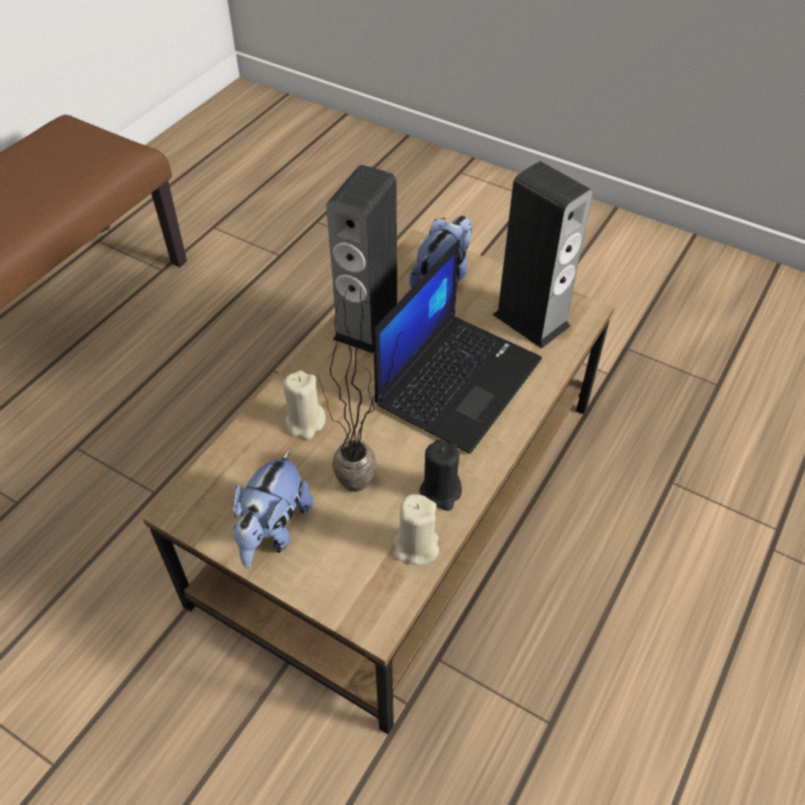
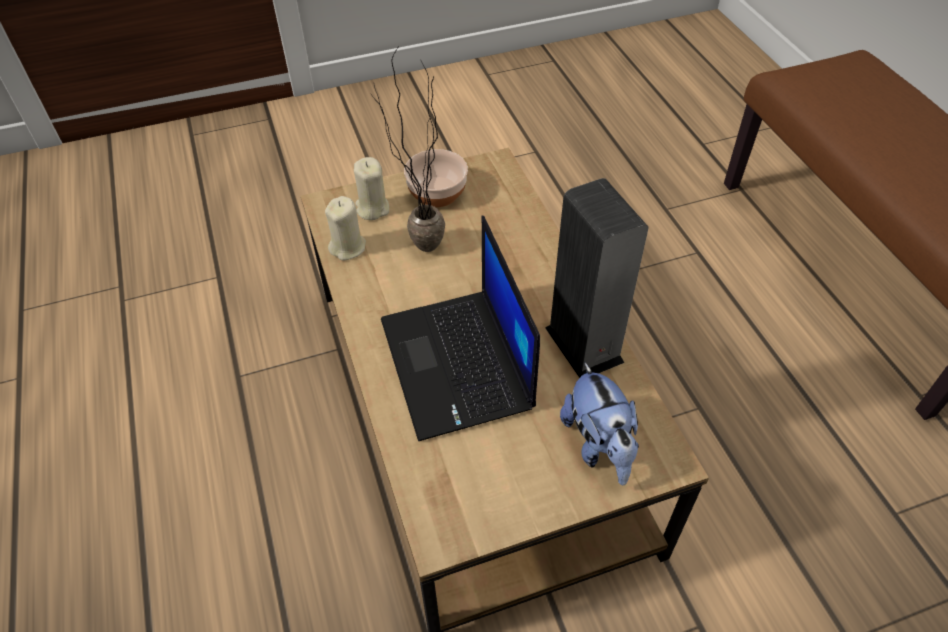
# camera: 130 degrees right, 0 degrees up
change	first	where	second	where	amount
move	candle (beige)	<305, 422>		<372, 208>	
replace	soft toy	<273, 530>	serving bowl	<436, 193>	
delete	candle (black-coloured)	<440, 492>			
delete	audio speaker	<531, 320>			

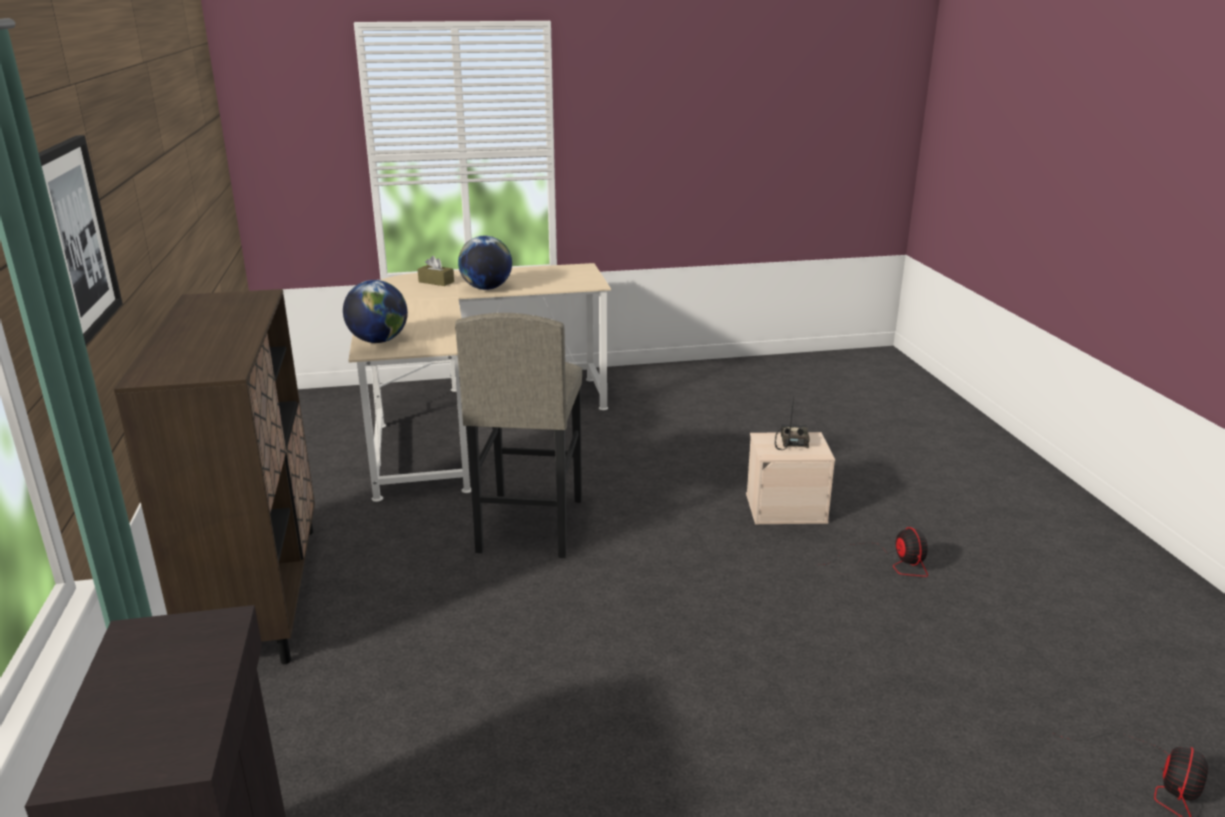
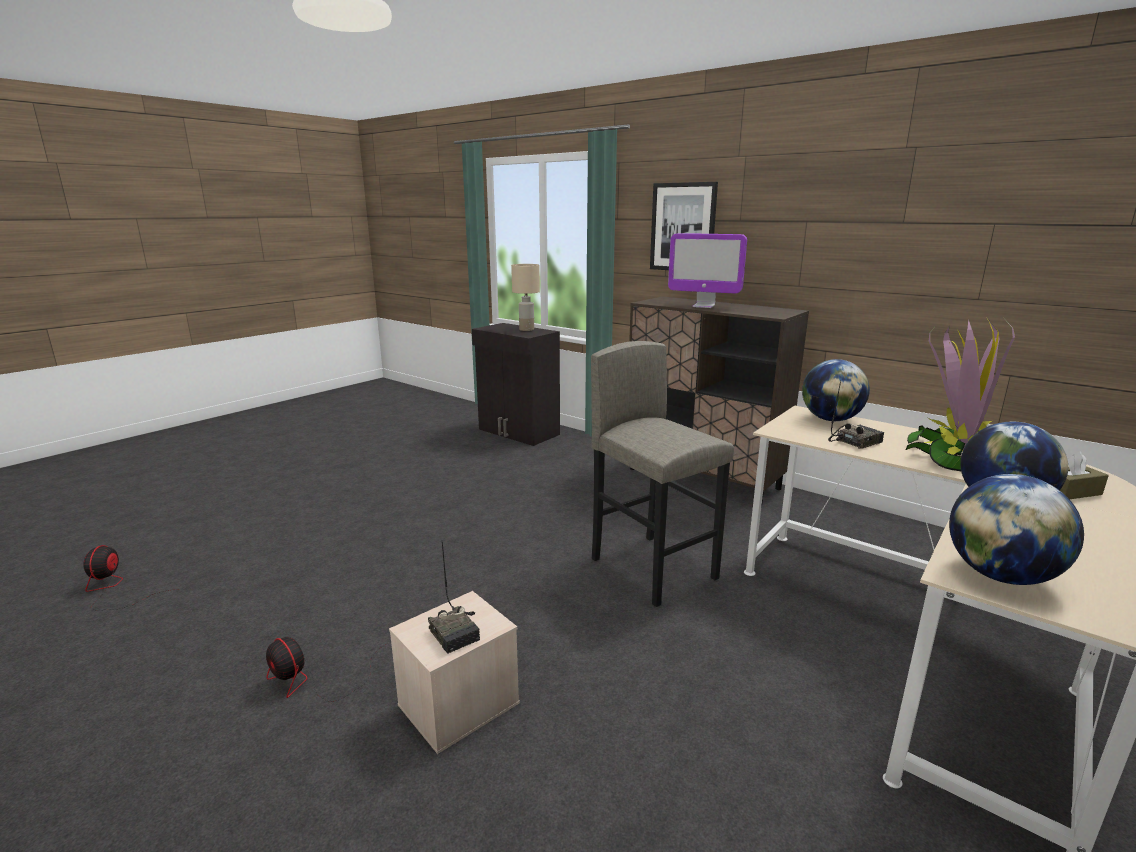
# camera: 140 degrees right, 5 degrees down
change	first	where	second	where	amount
insert			table lamp (beige)	<526, 329>	
insert			computer display	<703, 306>	
insert			radio	<854, 441>	
insert			plant in a pot	<958, 456>	
insert			world globe	<1000, 575>	

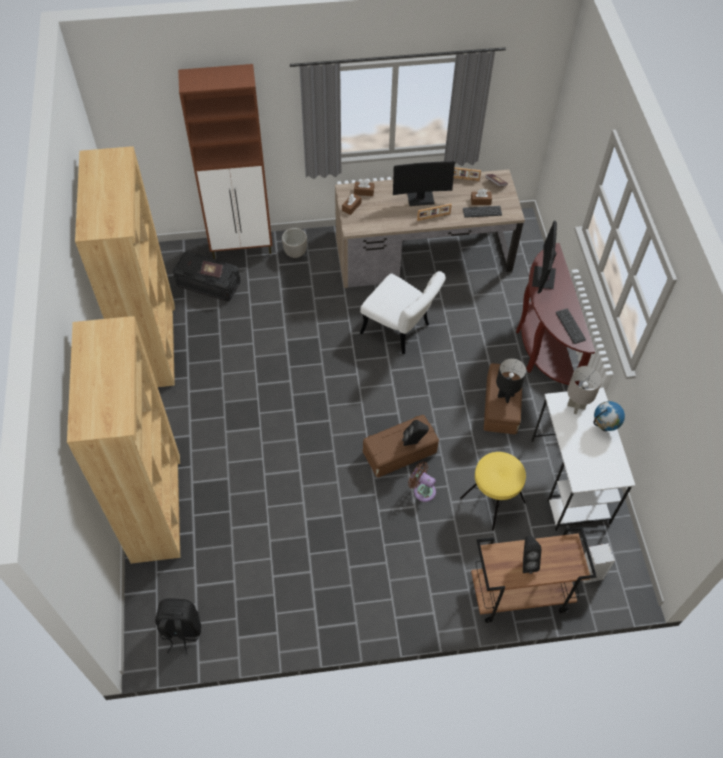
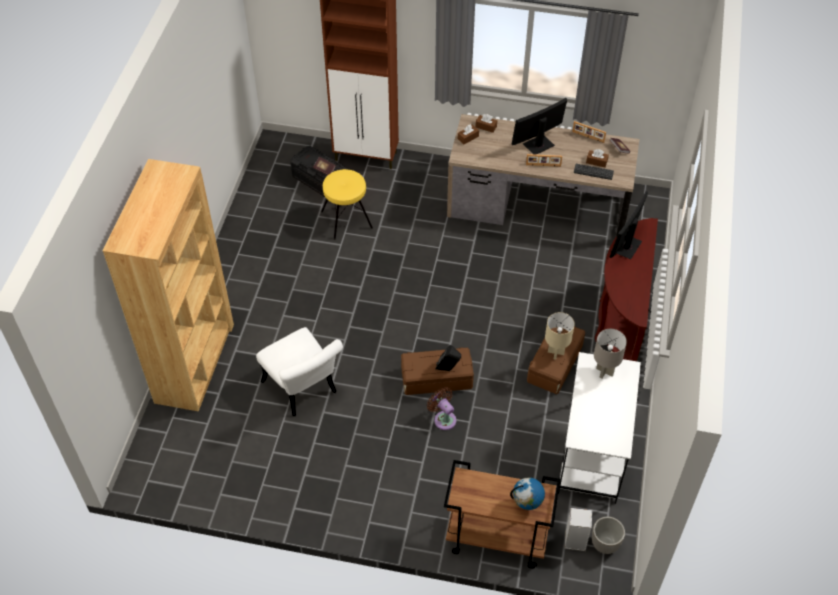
# camera: 20 degrees right, 5 degrees down
change	first	where	second	where	amount
move	plain chair (whitish)	<400, 331>		<303, 390>	
move	stool seat (yellow)	<492, 500>		<346, 219>	
move	world globe	<604, 427>		<526, 505>	
rotate	computer display	<420, 198>		<538, 145>	135 degrees clockwise
recolor	table lamp (black-coloured)	<506, 395>	table lamp (beige)	<556, 352>	
move	planter	<295, 253>		<604, 544>	
delete	bookshelf (brownish)	<153, 345>			
delete	knapsack (black-coloured)	<180, 631>			
delete	audio speaker (black-coloured)	<526, 561>			
delete	keyboard	<570, 326>			

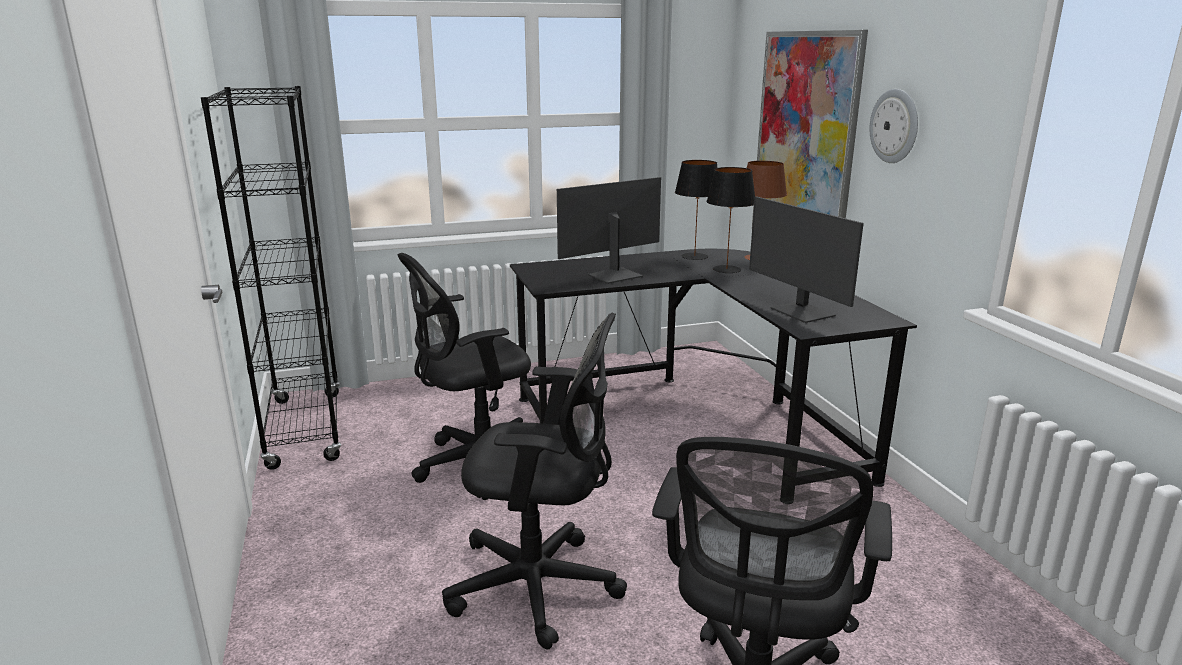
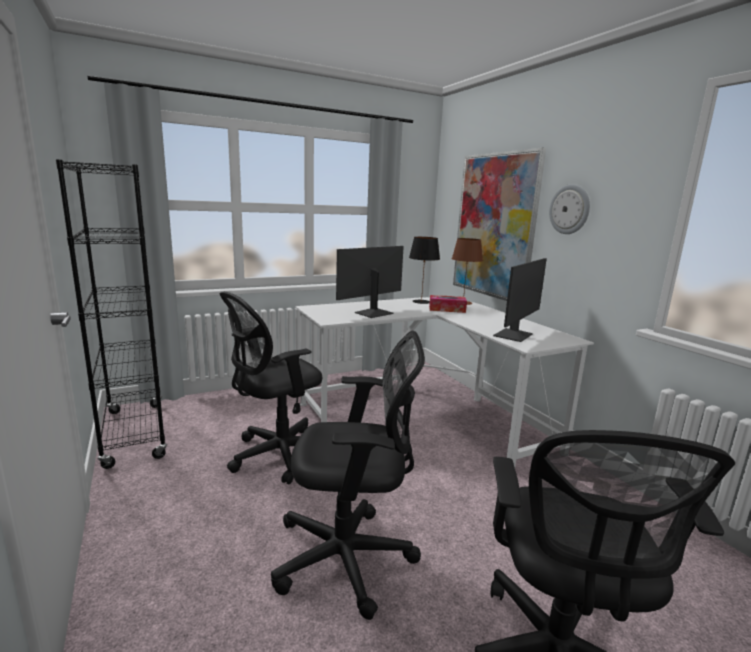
# camera: 10 degrees left, 5 degrees down
change	first	where	second	where	amount
recolor	desk (black-coloured)	<696, 419>	desk (whitish)	<428, 414>	
replace	table lamp (black-coloured)	<726, 269>	tissue holder	<447, 309>	
rotate	computer display	<801, 312>		<514, 335>	105 degrees counterclockwise

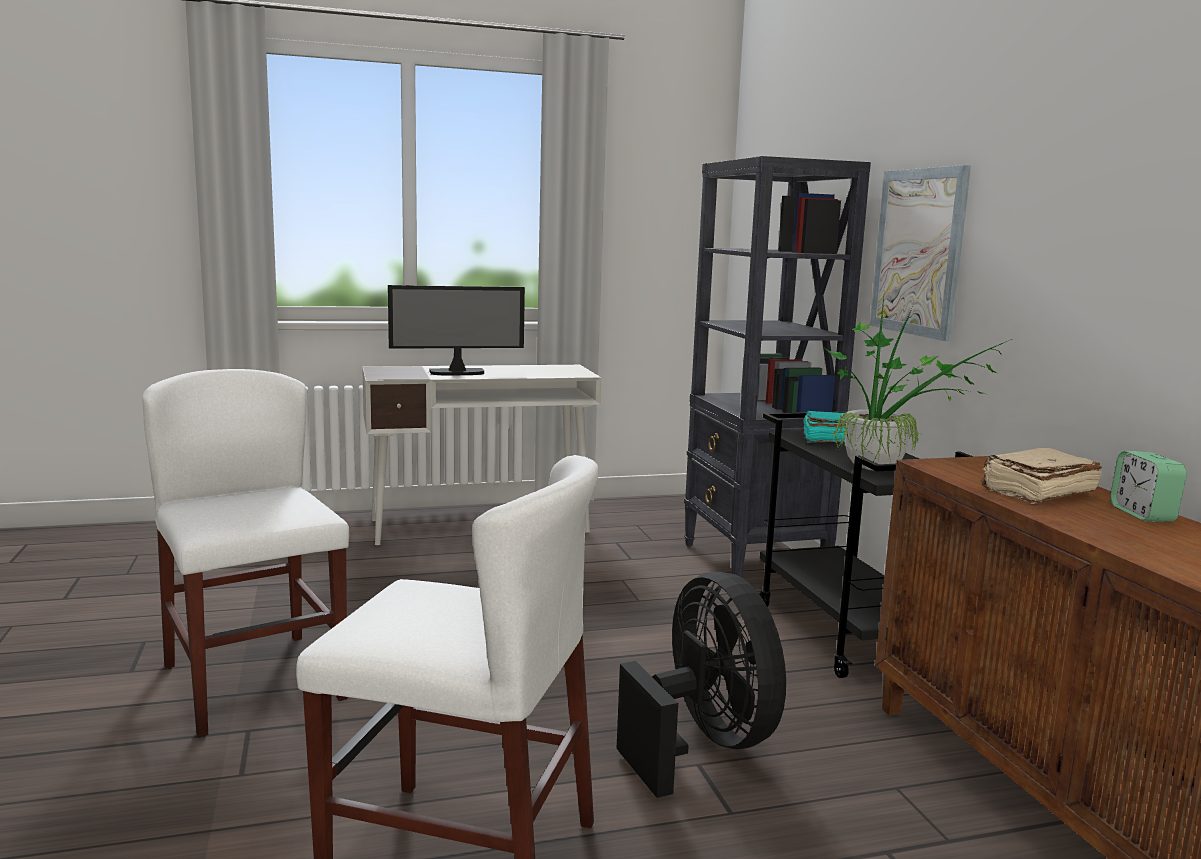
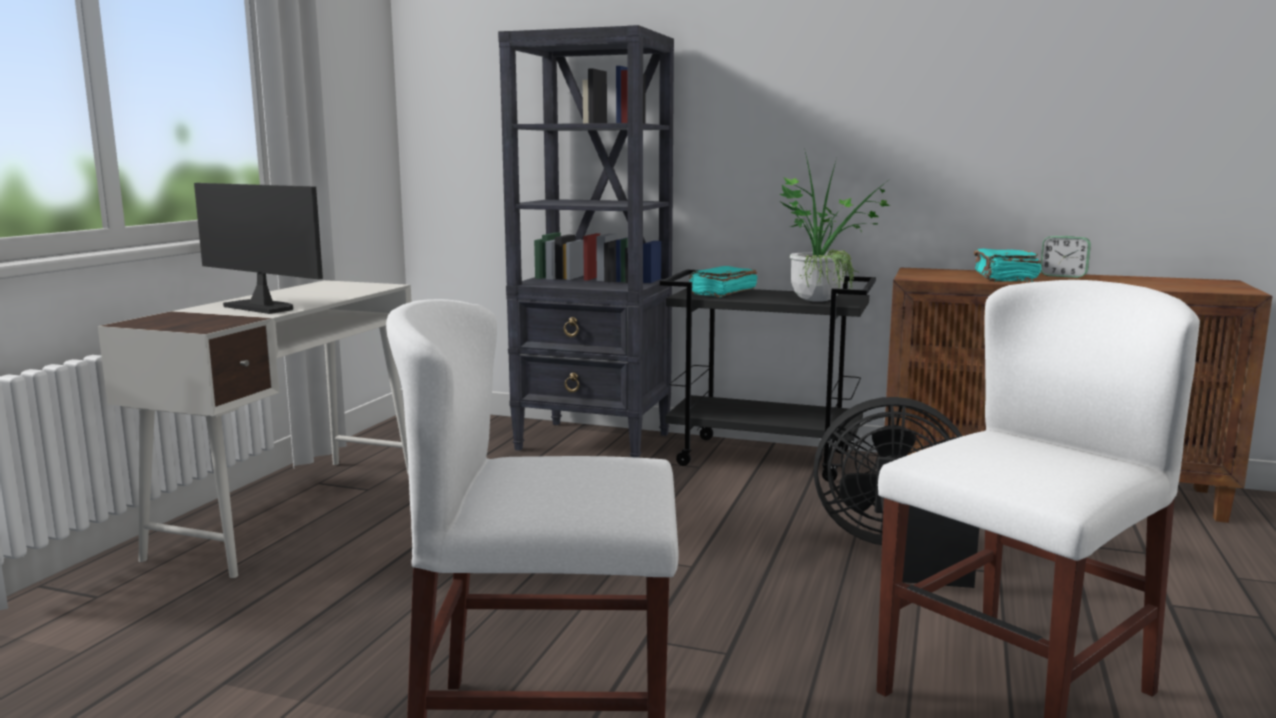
# camera: 55 degrees left, 0 degrees up
change	first	where	second	where	amount
rotate	computer display	<457, 373>		<262, 307>	75 degrees counterclockwise
recolor	book (beige)	<1036, 493>	book (turquoise-coloured)	<1004, 278>	
delete	wall art	<918, 252>			

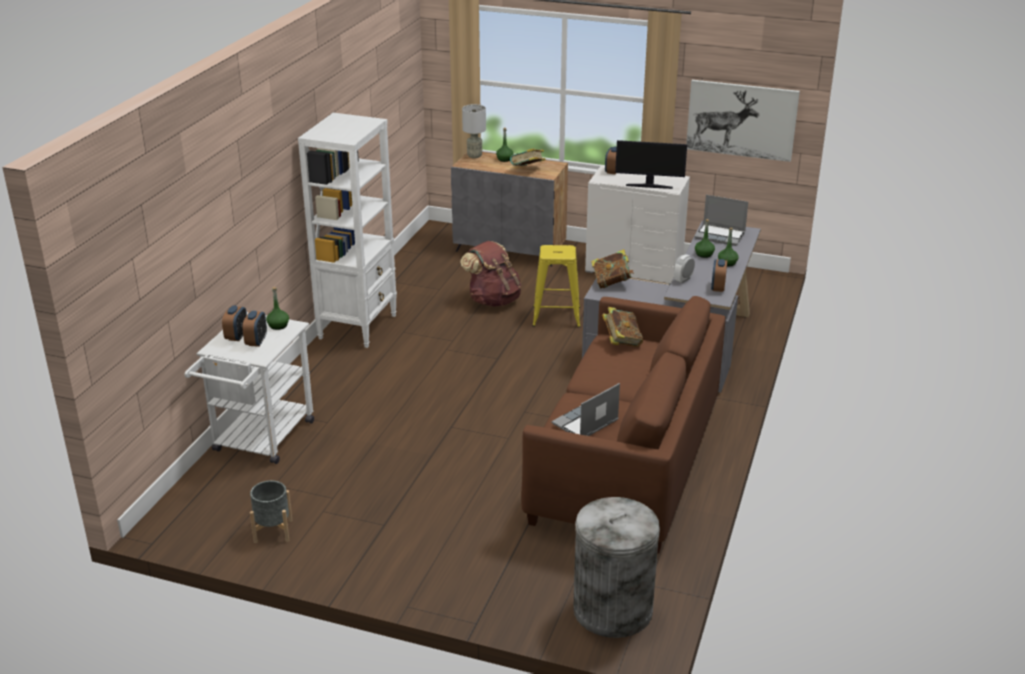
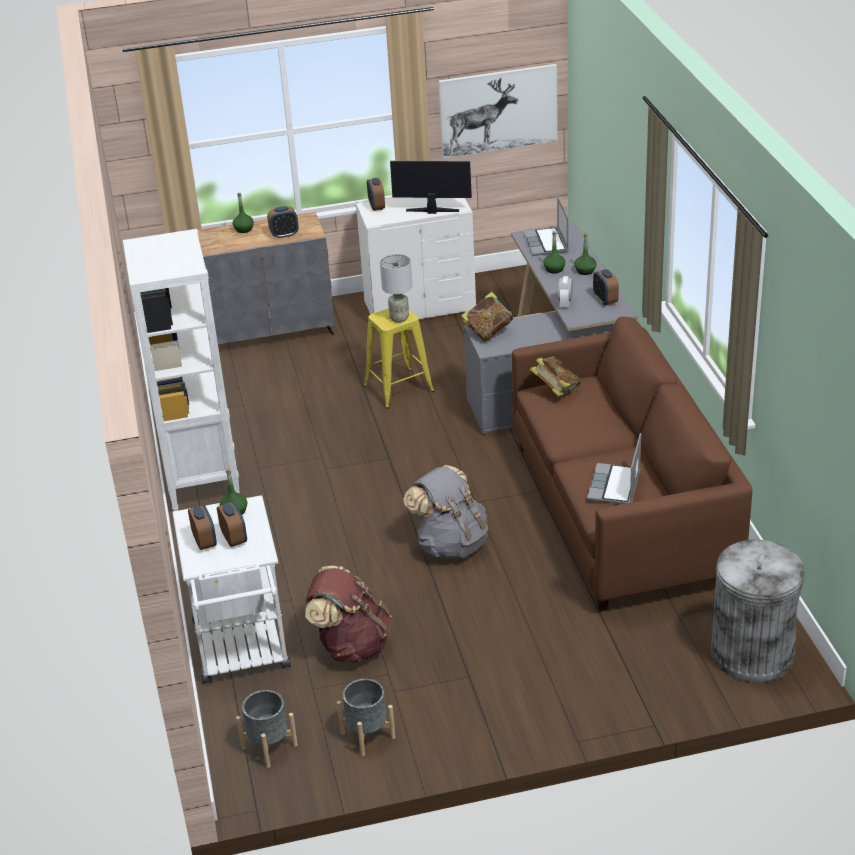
# camera: 30 degrees left, 5 degrees up
change	first	where	second	where	amount
insert			planter (greyish)	<269, 747>	
replace	book	<527, 170>	table clock	<284, 234>	
move	knapsack (brownish)	<493, 300>		<351, 645>	
move	table lamp (greyish)	<474, 156>		<398, 318>	
rotate	computer display	<649, 186>		<432, 211>	150 degrees counterclockwise
insert			knapsack (greyish)	<451, 544>	
rotate	portable computer	<720, 236>		<547, 243>	90 degrees clockwise

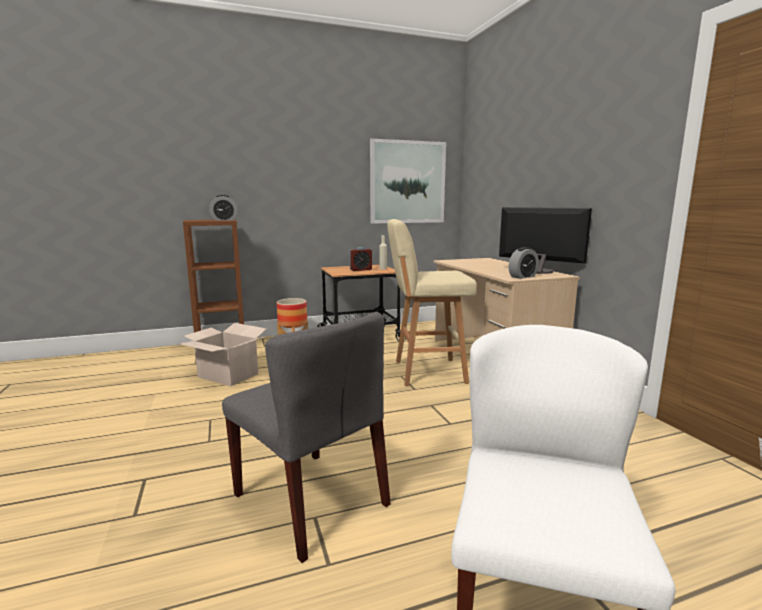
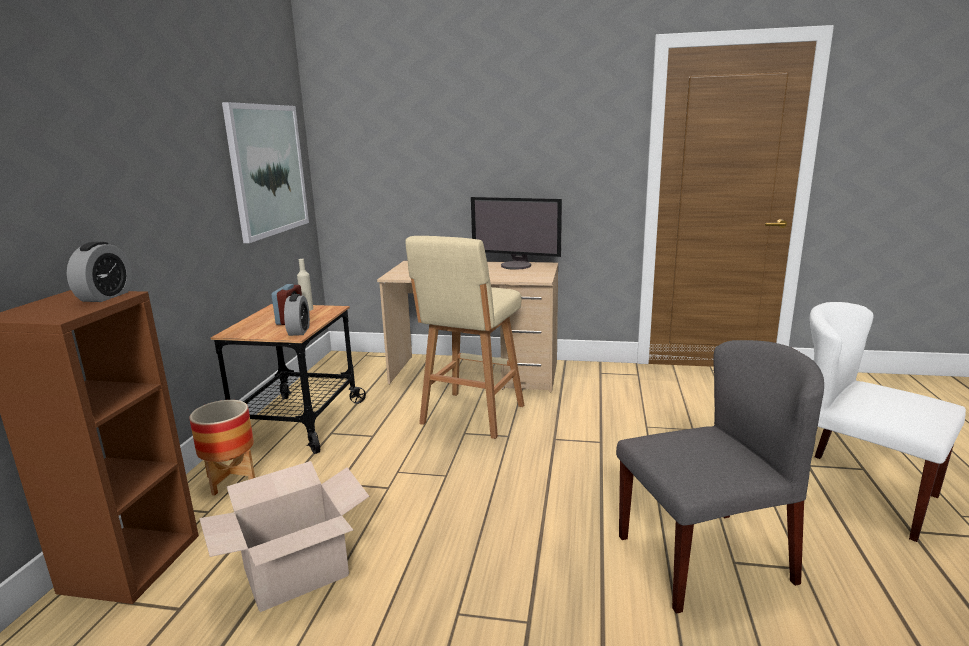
# camera: 60 degrees left, 5 degrees up
change	first	where	second	where	amount
move	table clock	<522, 277>		<299, 331>	
rotate	computer display	<537, 271>		<516, 265>	135 degrees counterclockwise

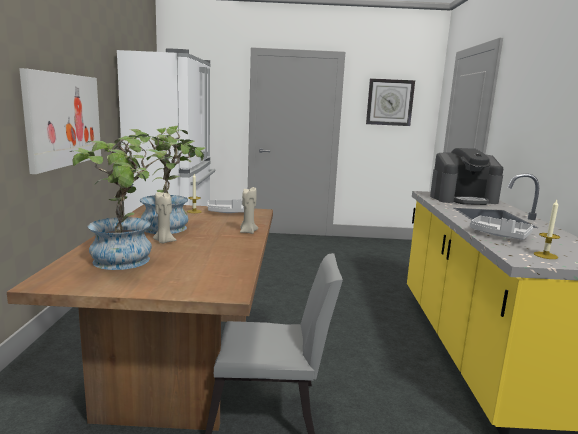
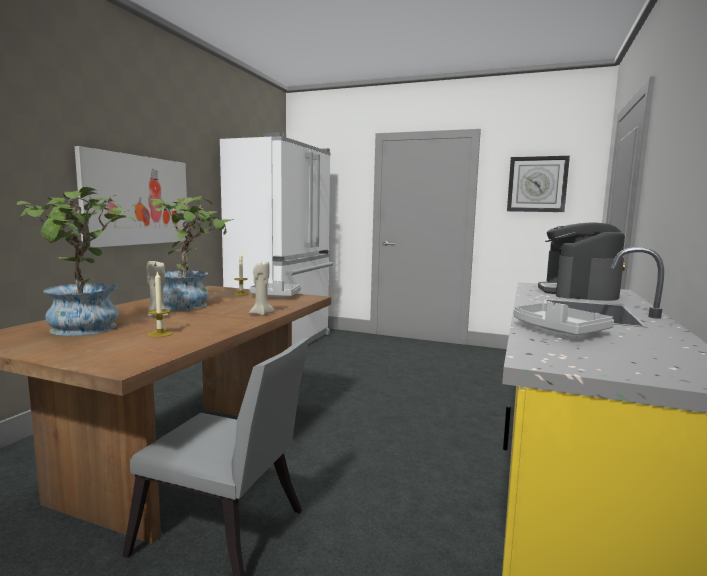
# camera: 20 degrees right, 5 degrees down
change	first	where	second	where	amount
move	candle	<545, 255>		<160, 334>	
rotate	coffee maker	<463, 199>		<578, 292>	90 degrees clockwise

